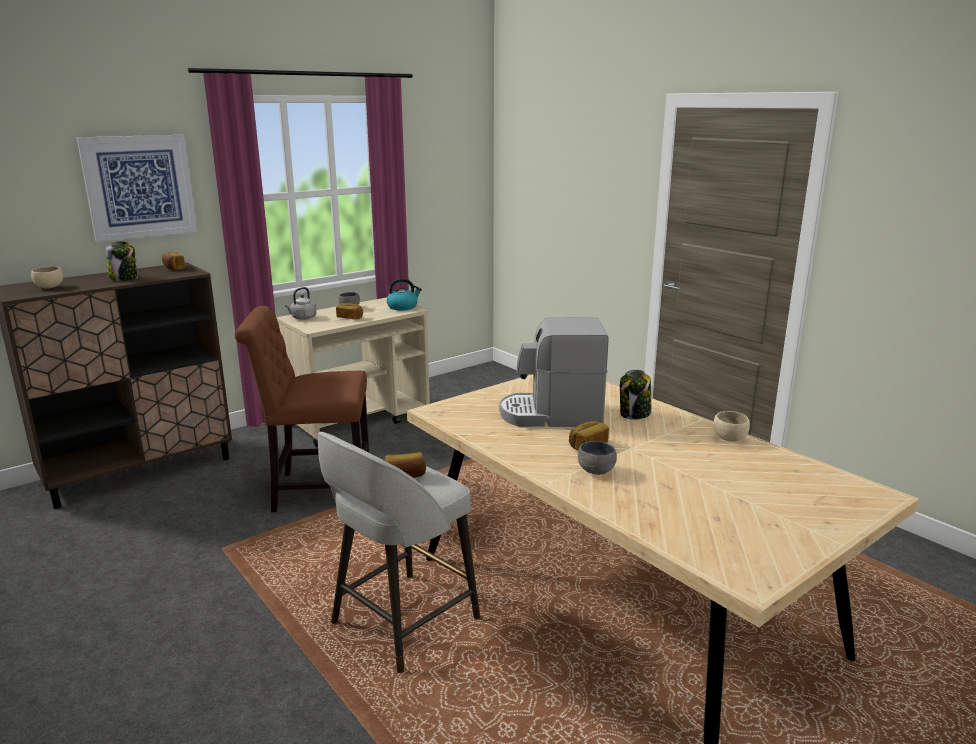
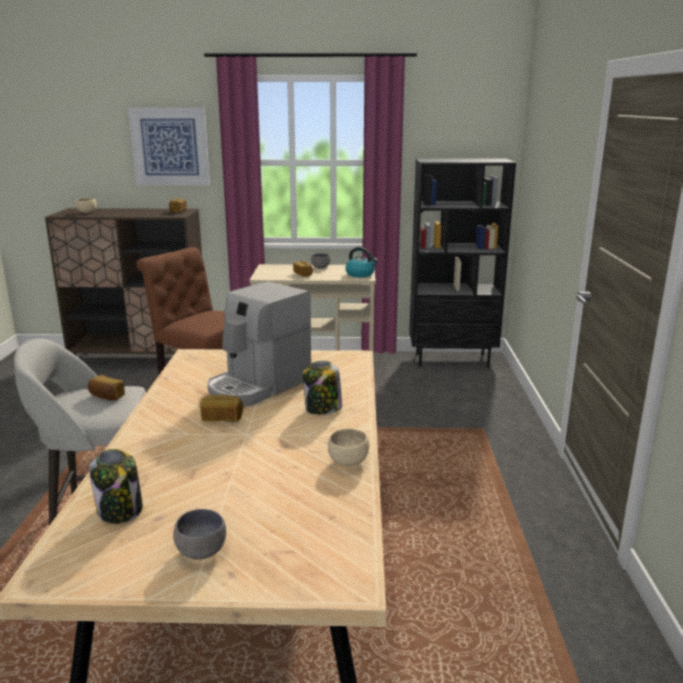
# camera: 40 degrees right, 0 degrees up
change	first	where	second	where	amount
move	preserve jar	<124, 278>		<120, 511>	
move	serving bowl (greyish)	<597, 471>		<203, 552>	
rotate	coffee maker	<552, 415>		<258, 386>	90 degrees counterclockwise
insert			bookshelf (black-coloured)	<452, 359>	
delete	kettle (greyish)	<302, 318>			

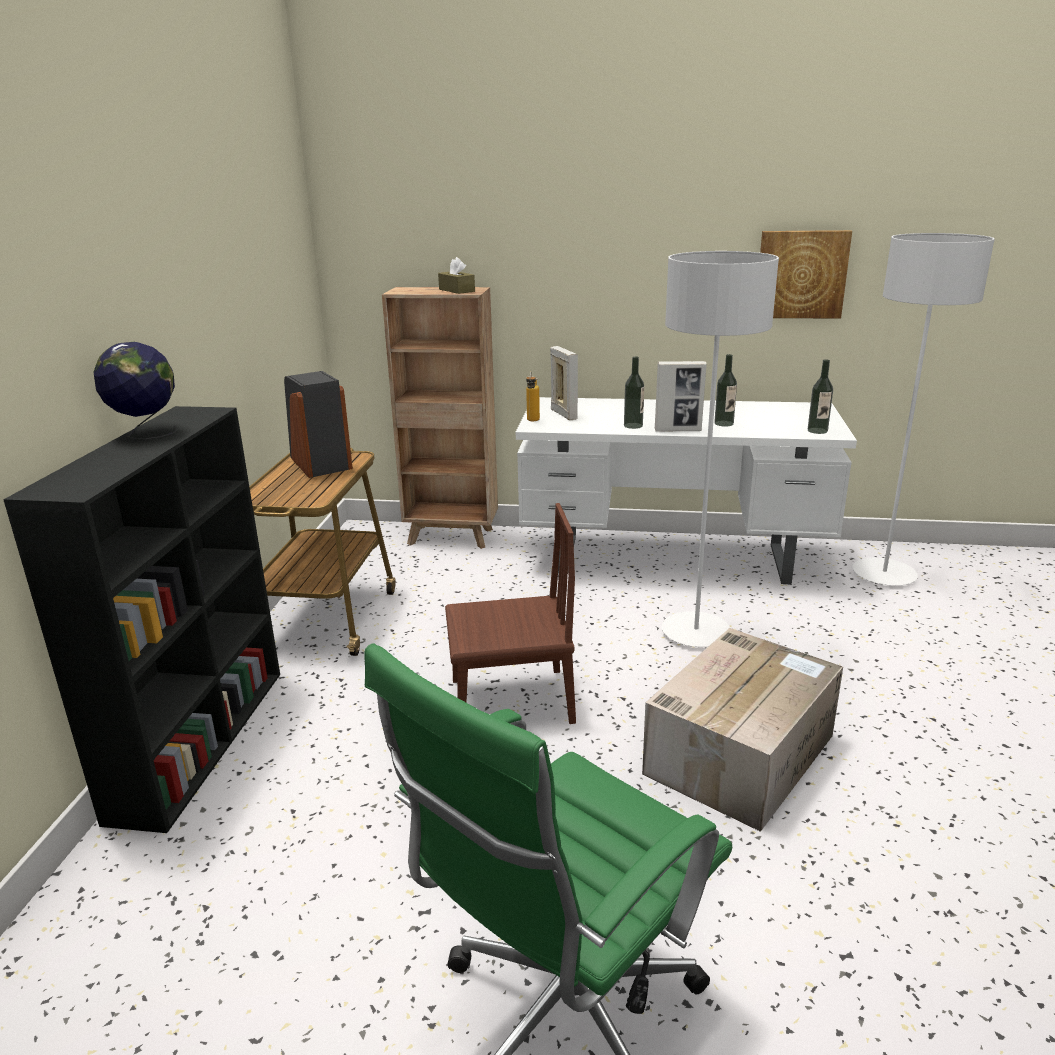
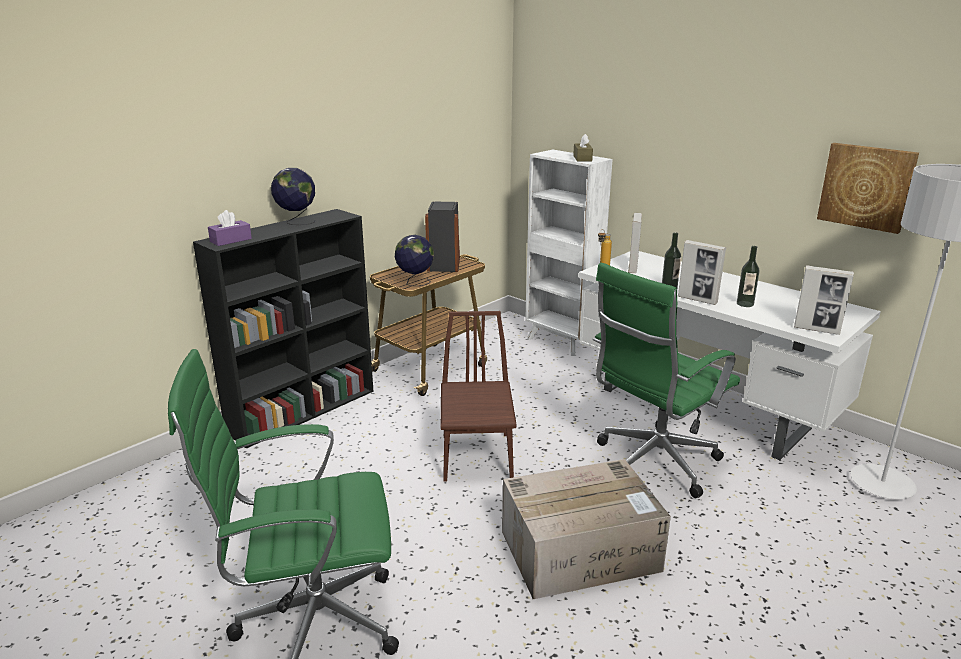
# camera: 35 degrees right, 0 degrees up
change	first	where	second	where	amount
insert			tissue holder (purple-coloured)	<231, 240>	
insert			world globe	<415, 283>	
rotate	plain chair (brownish)	<511, 701>		<477, 456>	120 degrees counterclockwise
recolor	bookshelf (brownish)	<452, 537>	bookshelf (whitish)	<561, 342>	
replace	standing lamp (greyish)	<695, 632>	office chair (green)	<652, 464>	
replace	bottle	<817, 431>	photo frame	<817, 330>	

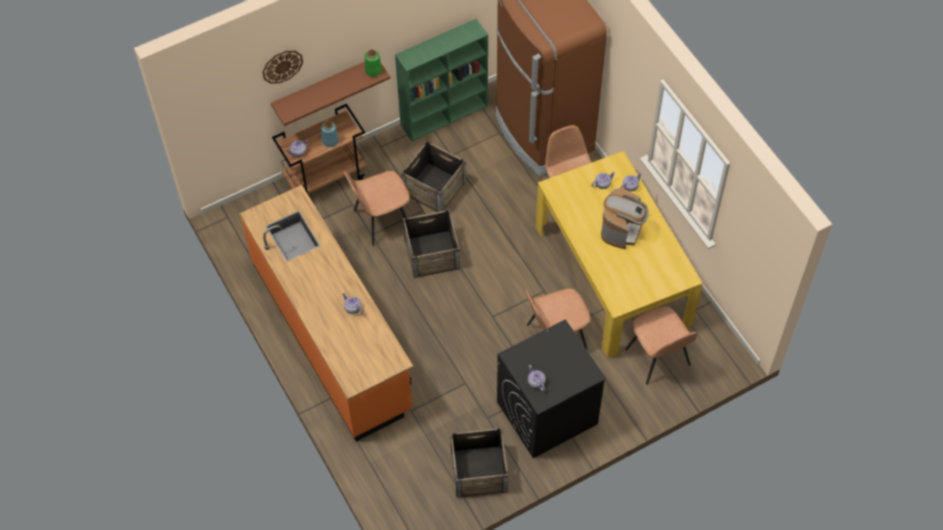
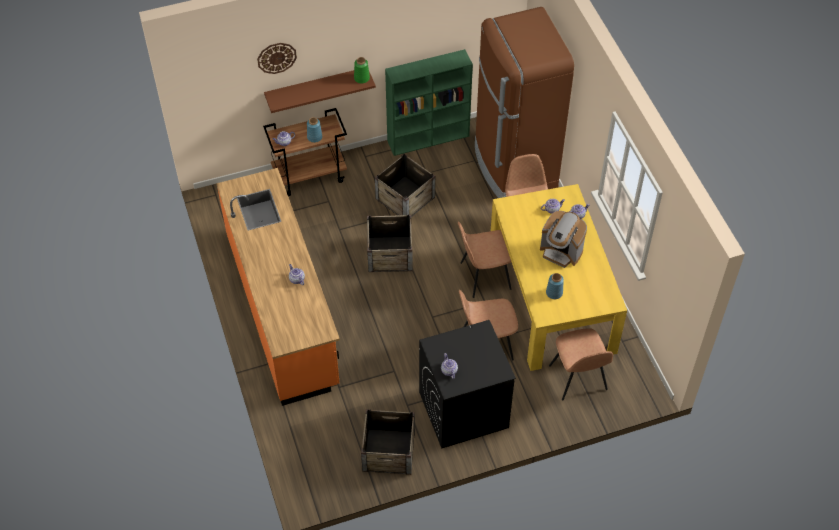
# camera: 10 degrees right, 5 degrees down
change	first	where	second	where	amount
move	plain chair (brownish)	<380, 220>		<484, 276>	
rotate	coffee maker	<621, 230>		<561, 252>	90 degrees clockwise
insert			flower vase (blue)	<554, 292>	

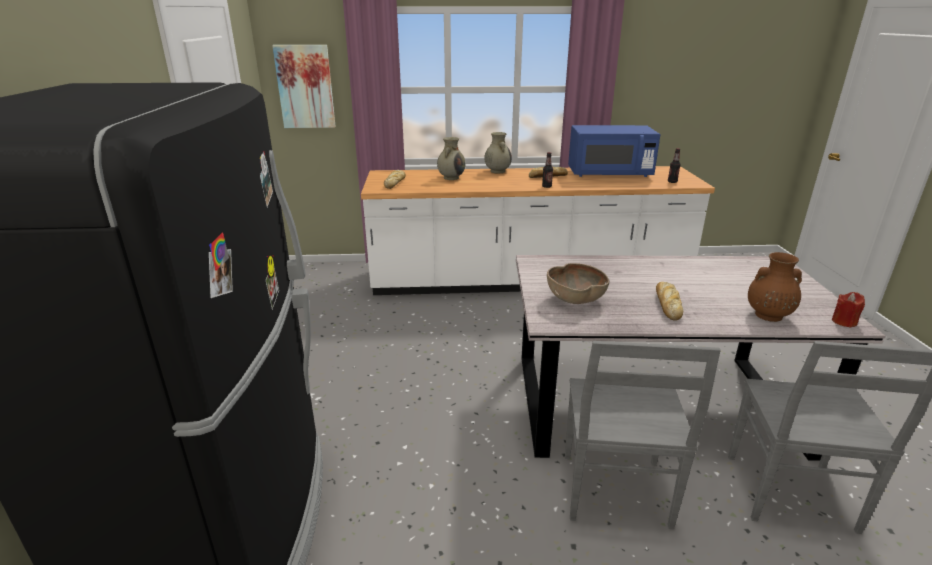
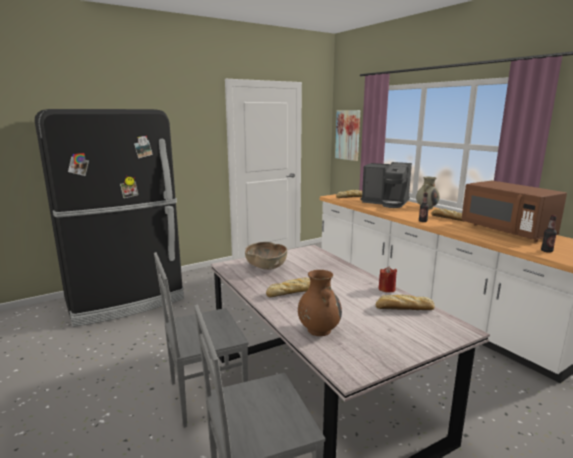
# camera: 60 degrees right, 10 degrees down
change	first	where	second	where	amount
replace	flower vase (beige)	<451, 178>	coffee maker	<385, 203>	
insert			bakery bread	<403, 308>	
move	candle (red)	<844, 322>		<386, 289>	
recolor	microwave oven (blue)	<609, 174>	microwave oven (brownish)	<507, 231>	

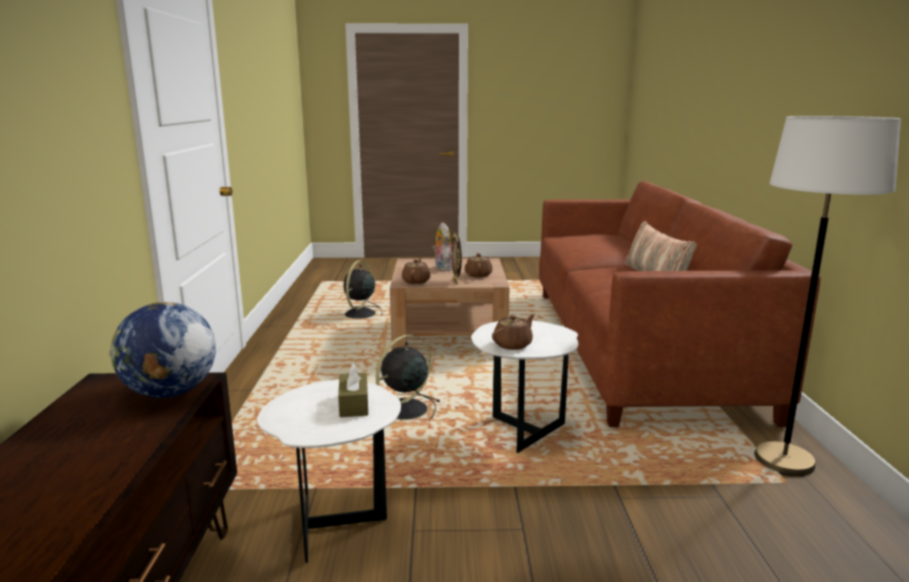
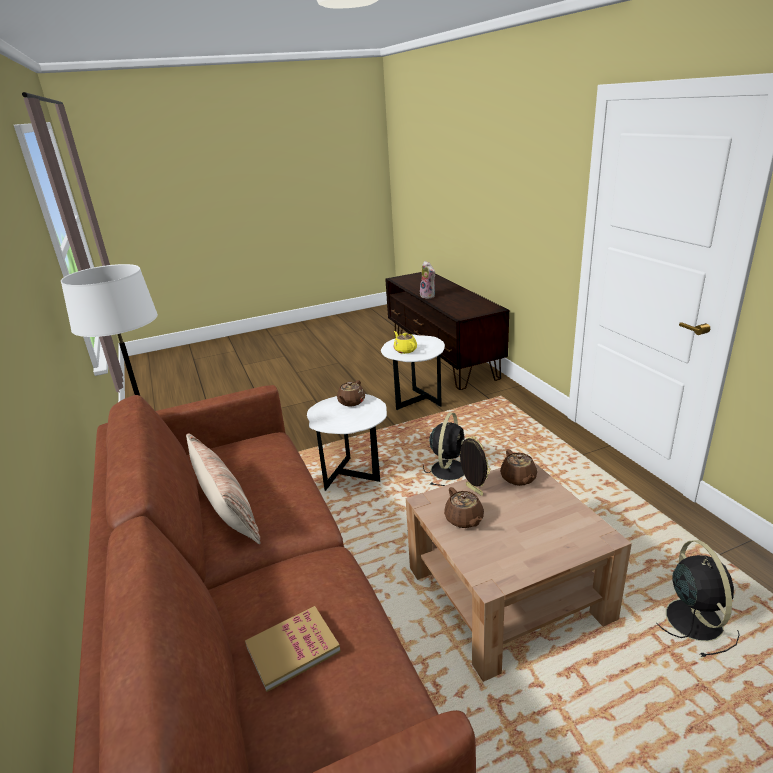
# camera: 160 degrees right, 10 degrees up
change	first	where	second	where	amount
insert			book	<292, 649>	
replace	tissue holder (brownish)	<354, 404>	pot for tea (yellow)	<405, 350>	
move	soft toy	<442, 268>		<429, 296>	
delete	world globe	<169, 393>			

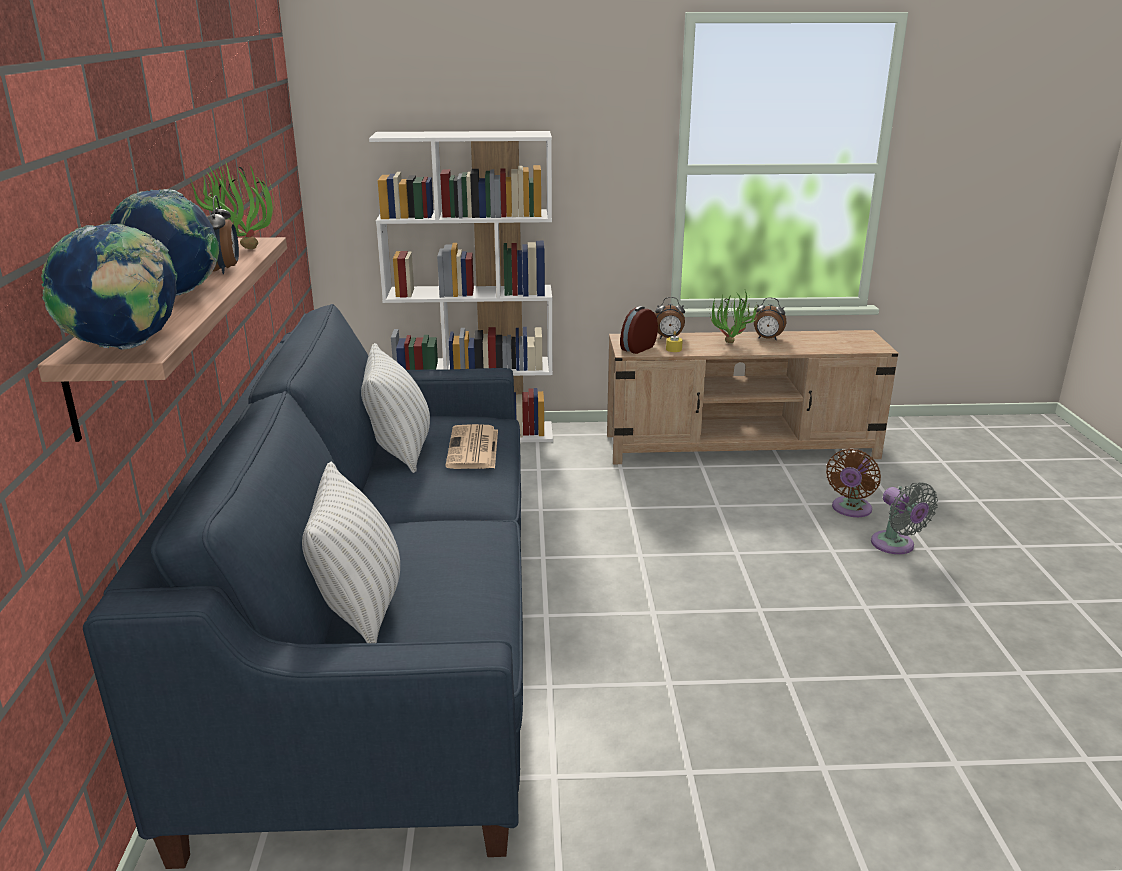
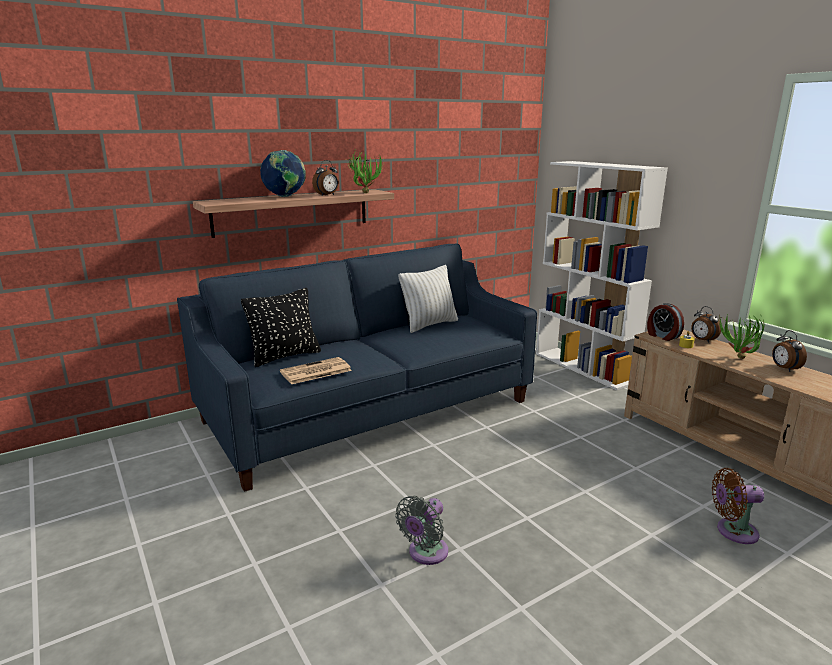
# camera: 60 degrees right, 5 degrees down
change	first	where	second	where	amount
recolor	pillow (whitish)	<359, 607>	pillow (black-coloured)	<285, 356>	
move	newspaper	<473, 449>		<315, 372>	
move	electric fan (greyish)	<895, 546>		<425, 553>	
rotate	table clock	<637, 348>		<662, 336>	135 degrees counterclockwise
delete	world globe	<126, 347>			

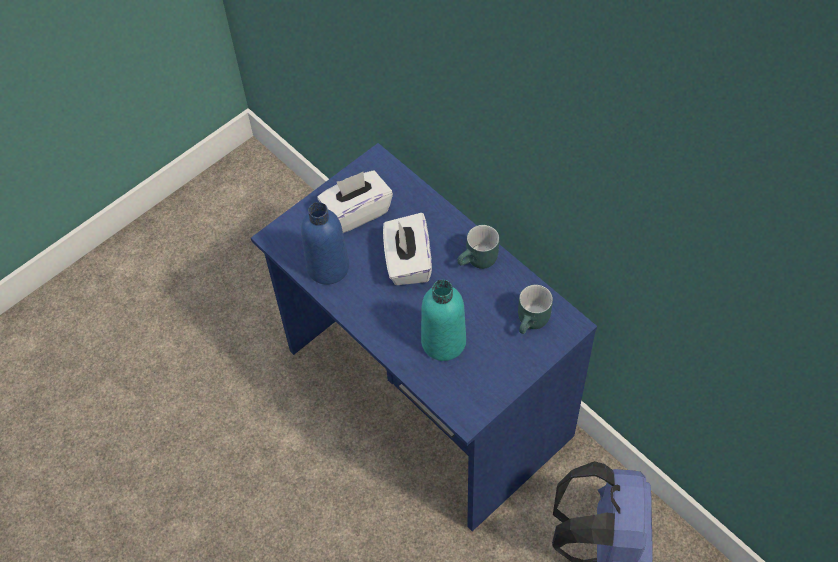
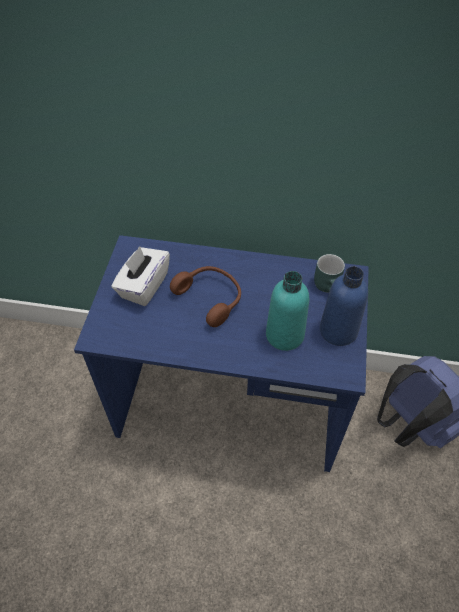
# camera: 40 degrees left, 5 degrees down
change	first	where	second	where	amount
replace	tissue holder (whitish)	<407, 262>	headphones (brownish)	<211, 298>	
move	bottle (blue)	<328, 267>		<338, 330>	
delete	mug (turquoise-coloured)	<479, 261>			

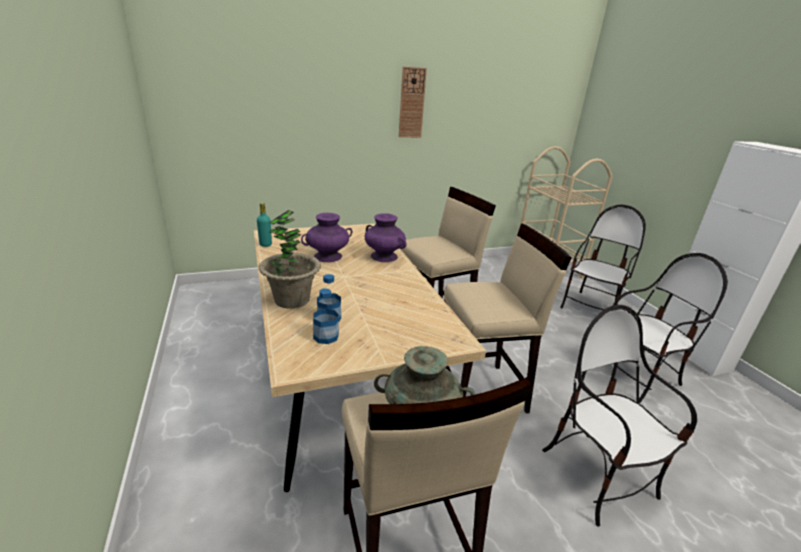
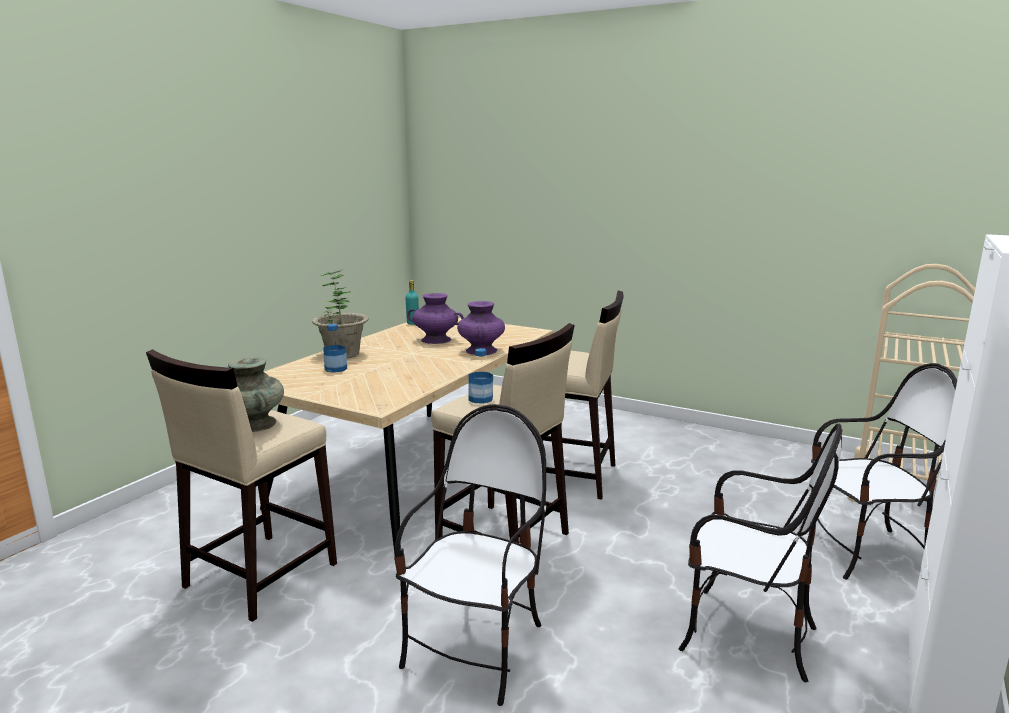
# camera: 50 degrees right, 10 degrees down
change	first	where	second	where	amount
move	bottle	<326, 336>		<480, 399>	
delete	hanging clock	<411, 103>			

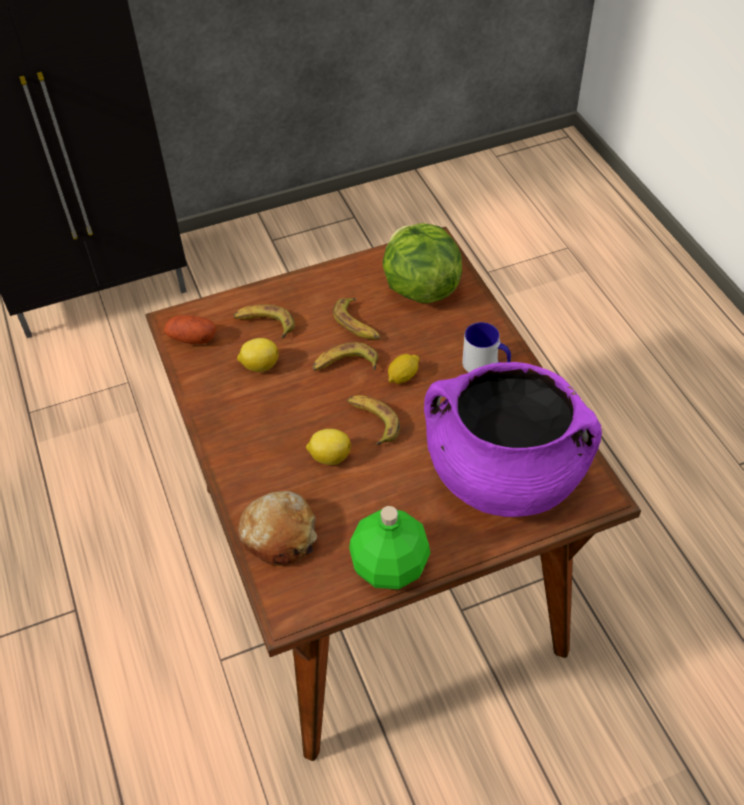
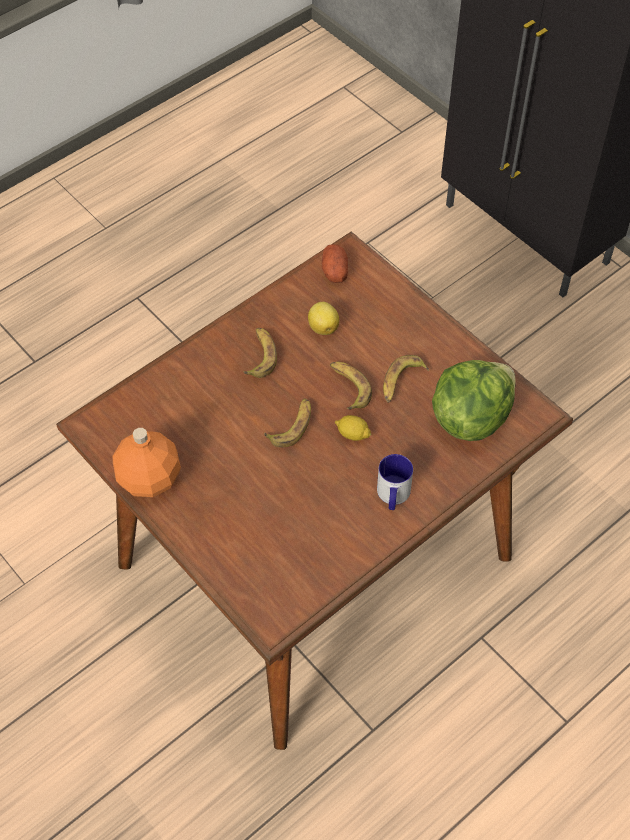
# camera: 70 degrees right, 5 degrees up
change	first	where	second	where	amount
recolor	bottle (green)	<389, 565>	bottle (orange)	<150, 478>	
move	whole banana	<265, 324>		<260, 355>	
delete	bakery bread	<279, 535>			
delete	lemon	<329, 456>			
delete	stockpot (purple-coloured)	<503, 475>			

